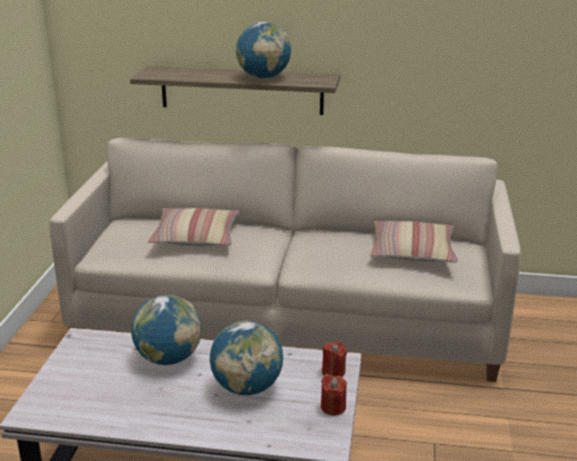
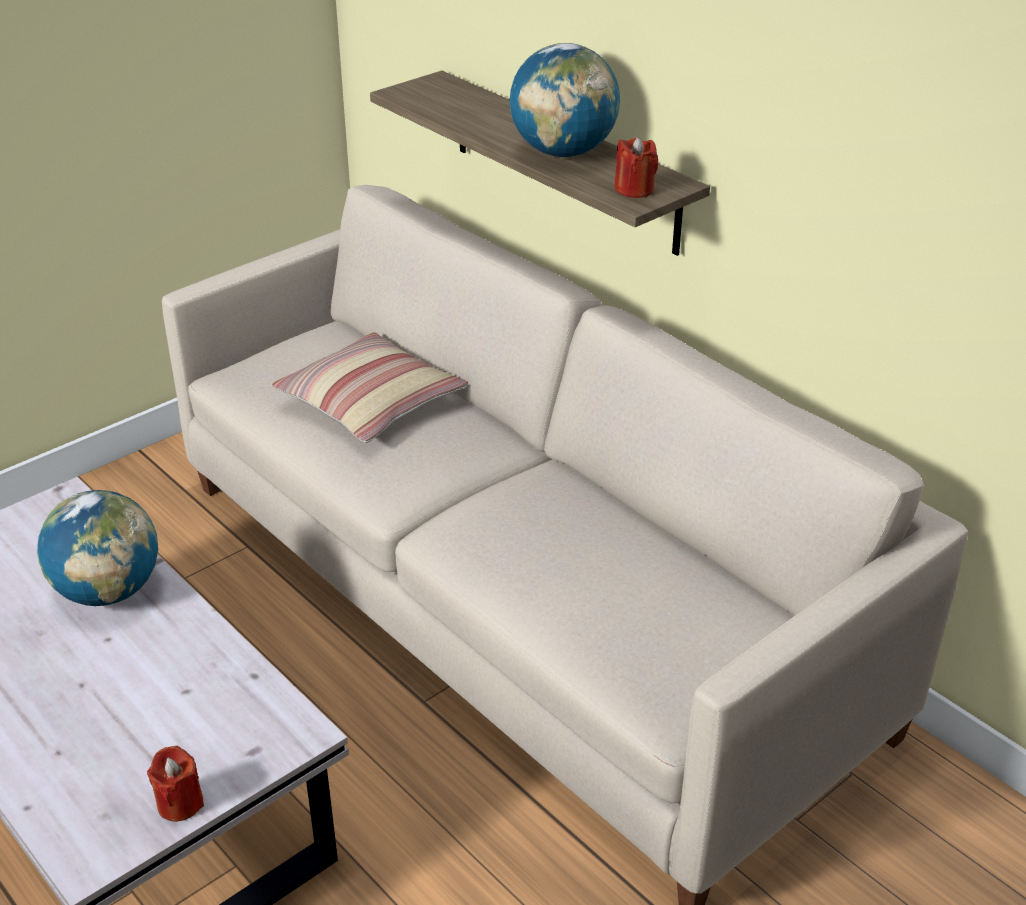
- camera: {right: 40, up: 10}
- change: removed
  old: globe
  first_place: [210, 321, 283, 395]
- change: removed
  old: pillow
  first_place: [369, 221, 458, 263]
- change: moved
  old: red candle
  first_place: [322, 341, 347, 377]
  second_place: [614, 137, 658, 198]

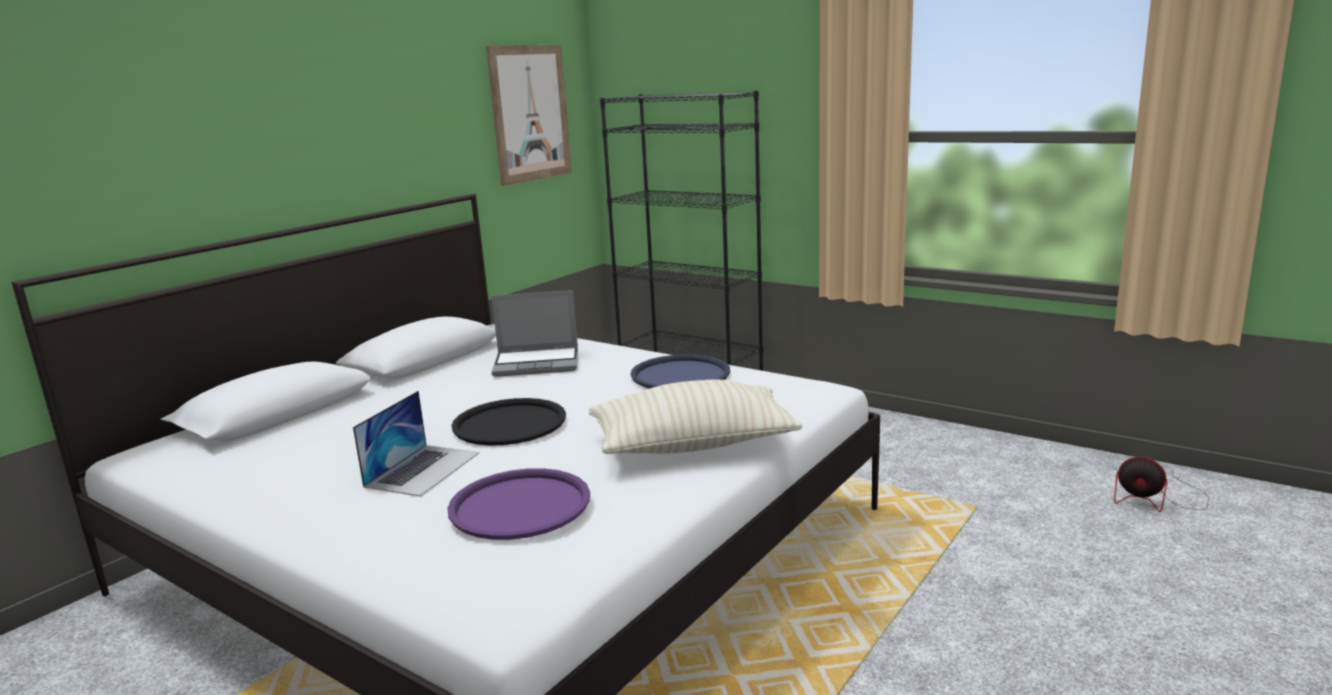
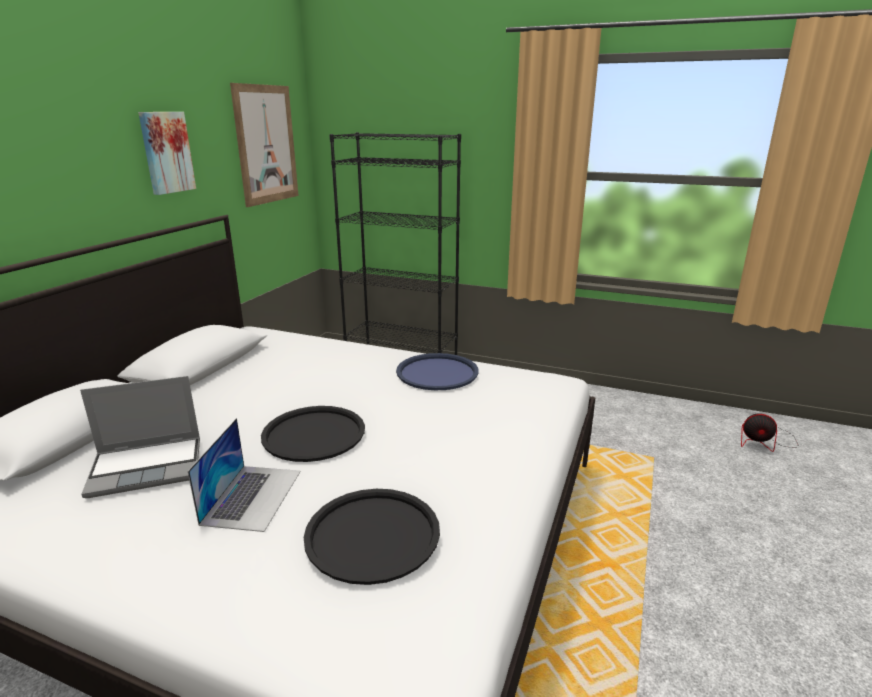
- camera: {right: -15, up: 5}
- change: removed
  old: beige pillow
  first_place: [589, 380, 802, 454]
- change: added
  new: picture
  second_place: [138, 112, 196, 195]
- change: moved
  old: laptop
  first_place: [492, 290, 578, 377]
  second_place: [80, 376, 200, 498]
- change: recoloured
  old: purple tray
  new: black tray
  first_place: [447, 468, 590, 540]
  second_place: [304, 489, 440, 585]

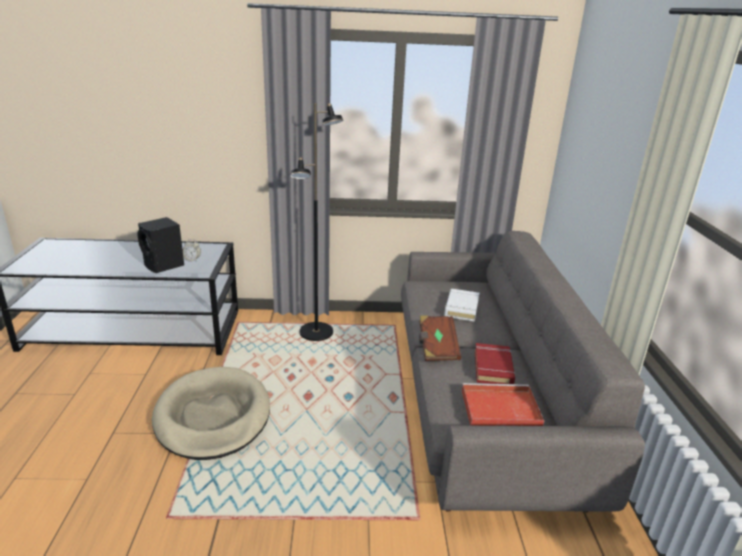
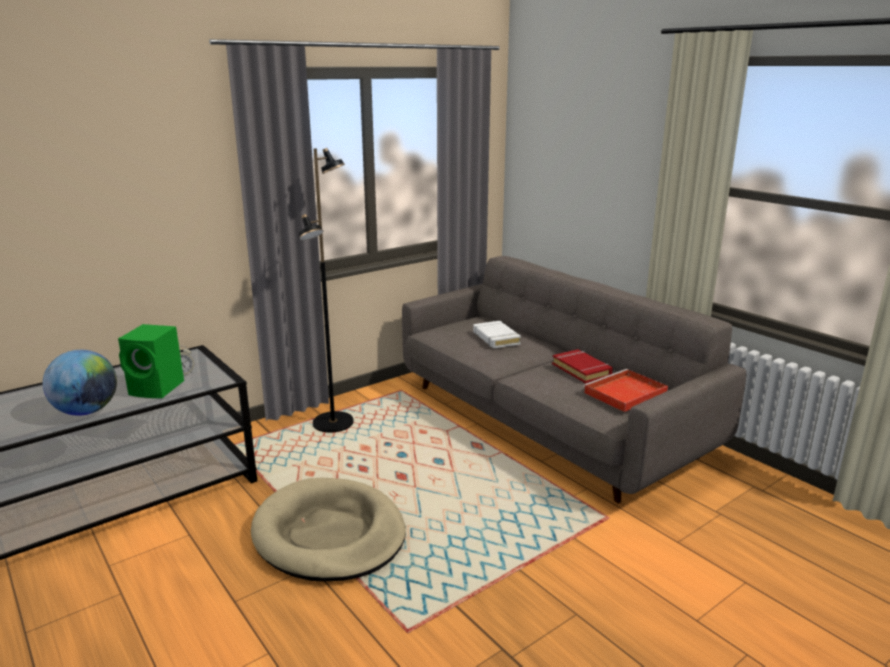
- camera: {right: -35, up: -5}
- change: removed
  old: brown book
  first_place: [419, 315, 461, 361]
- change: added
  new: globe
  second_place: [43, 350, 117, 416]
- change: recoloured
  old: black speaker
  new: green speaker
  first_place: [137, 217, 184, 273]
  second_place: [118, 324, 184, 398]

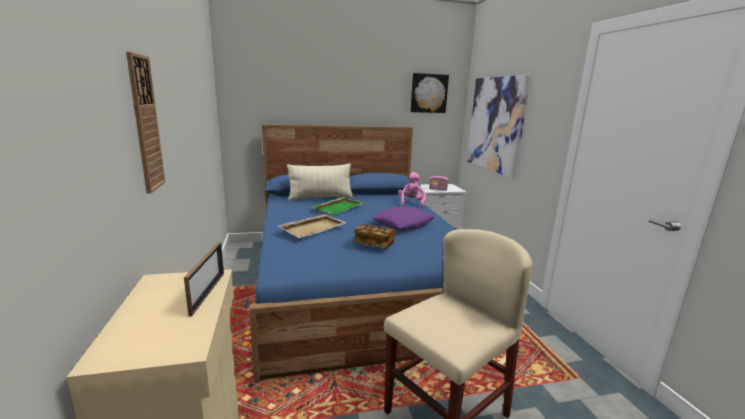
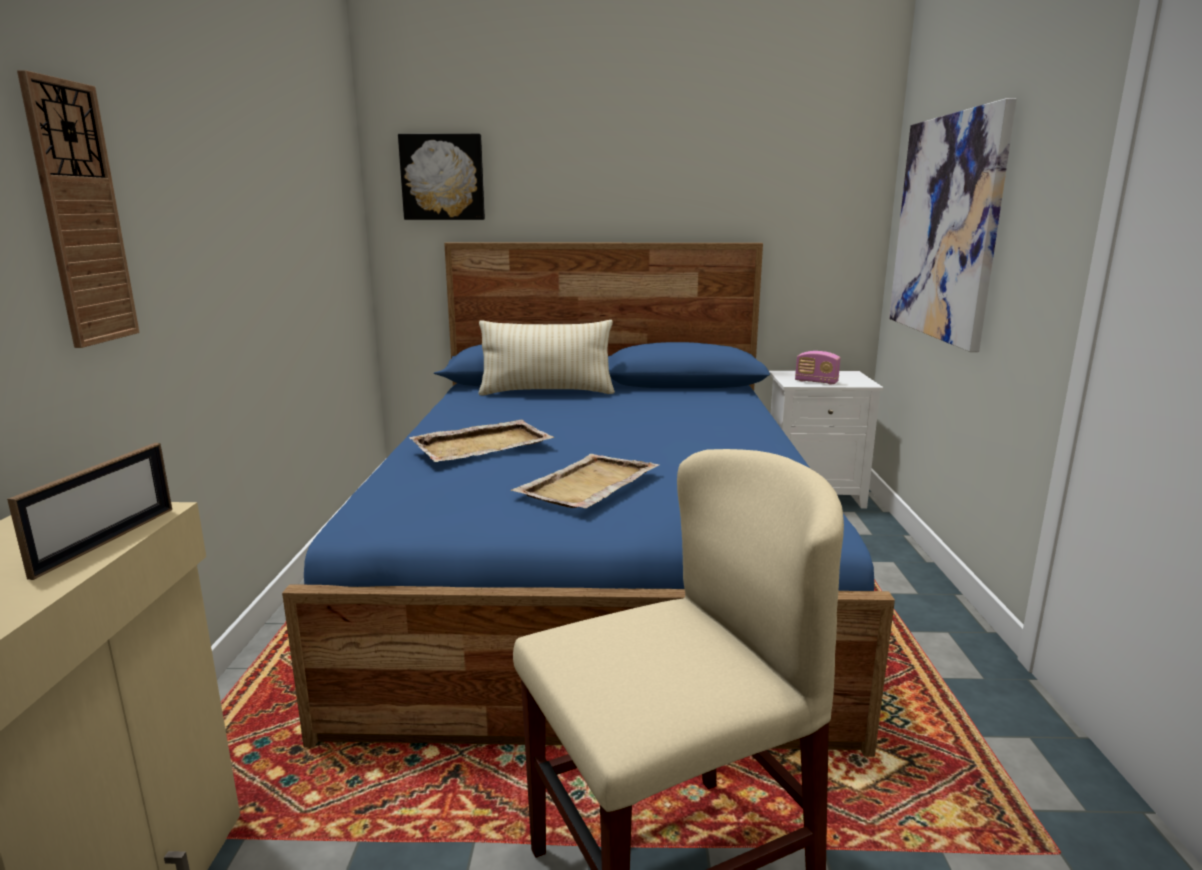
- camera: {right: 15, up: 0}
- change: removed
  old: green tray
  first_place: [312, 197, 365, 215]
- change: removed
  old: purple pillow
  first_place: [372, 206, 435, 230]
- change: removed
  old: pink plush toy
  first_place: [398, 172, 426, 208]
- change: moved
  old: picture
  first_place: [410, 73, 449, 113]
  second_place: [398, 134, 485, 220]
- change: replaced
  old: book
  new: beige tray
  first_place: [353, 224, 396, 249]
  second_place: [511, 454, 660, 508]

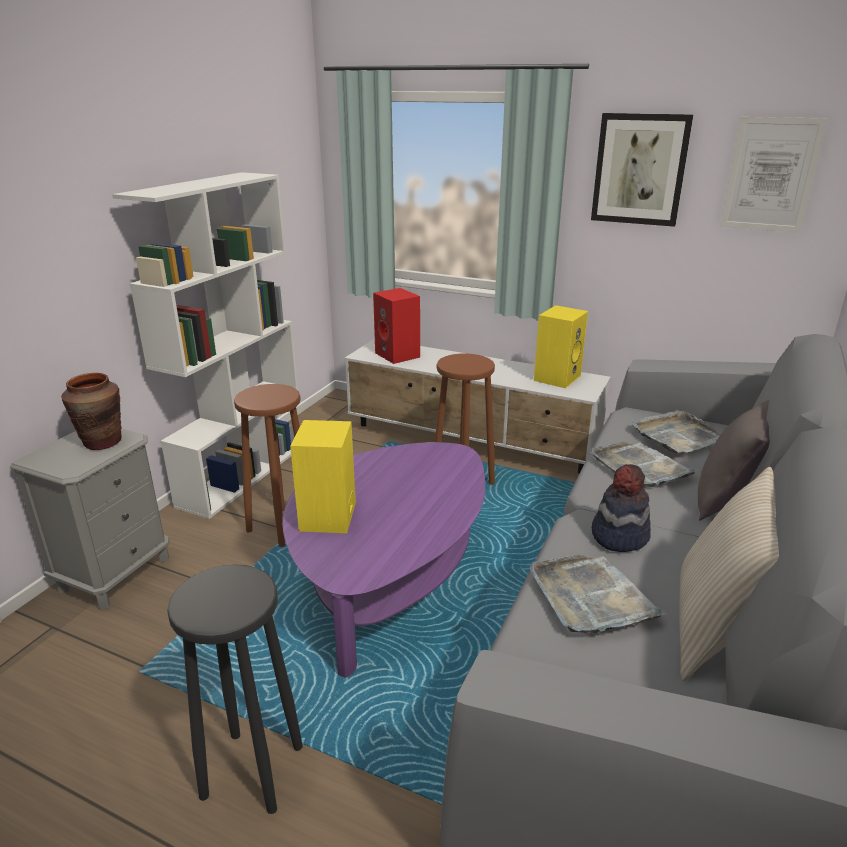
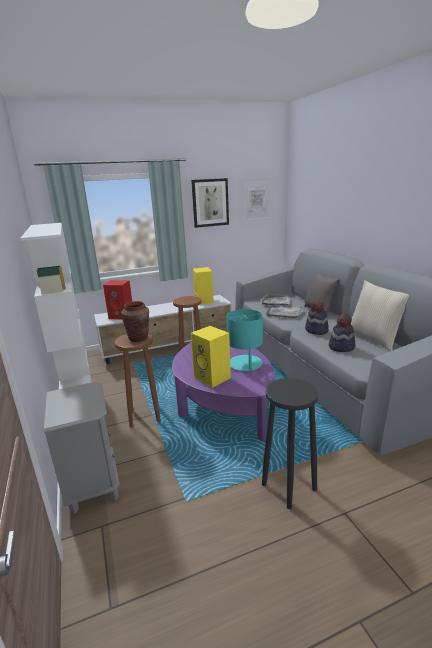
- camera: {right: -45, up: -5}
- change: added
  new: turquoise table lamp
  second_place: [226, 309, 263, 372]
- change: moved
  old: brown vase
  first_place: [61, 373, 122, 450]
  second_place: [121, 301, 149, 342]
- change: replaced
  old: grey tray
  new: hat
  first_place: [530, 555, 667, 634]
  second_place: [329, 314, 356, 352]

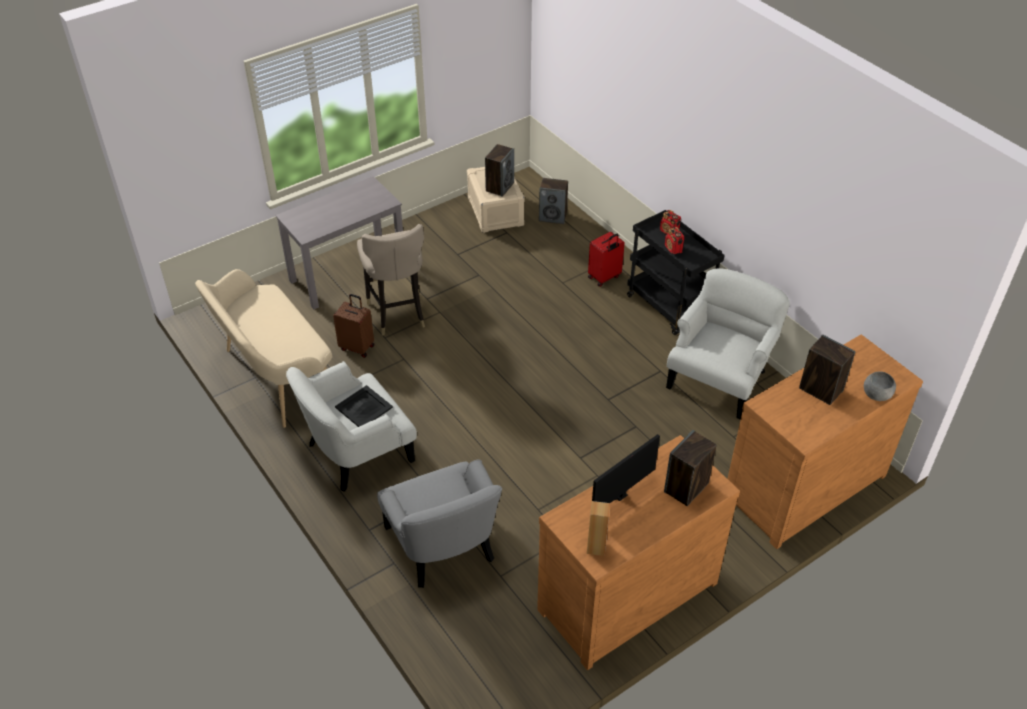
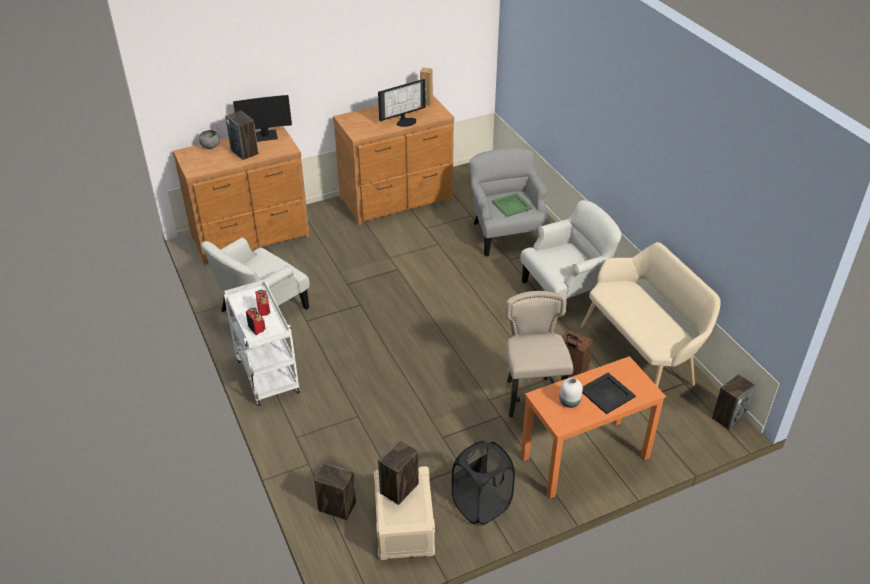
- camera: {right: -170, up: -5}
- change: removed
  old: red suitcase
  first_place: [588, 232, 625, 287]
- change: added
  new: monitor
  second_place: [233, 95, 292, 142]
- change: added
  new: black laundry basket
  second_place: [452, 441, 515, 525]
- change: added
  new: green tray
  second_place: [492, 193, 533, 217]
- change: added
  new: white vase
  second_place: [560, 378, 583, 408]
- change: moved
  old: black tray
  first_place: [335, 385, 393, 427]
  second_place: [582, 373, 636, 414]
- change: moved
  old: speaker
  first_place: [664, 430, 717, 506]
  second_place: [712, 374, 756, 430]
- change: recoloured
  old: grey desk
  new: orange desk
  first_place: [275, 176, 403, 309]
  second_place: [521, 356, 666, 498]
- change: recoloured
  old: black cart
  new: white cart
  first_place: [627, 210, 725, 335]
  second_place: [224, 280, 300, 406]

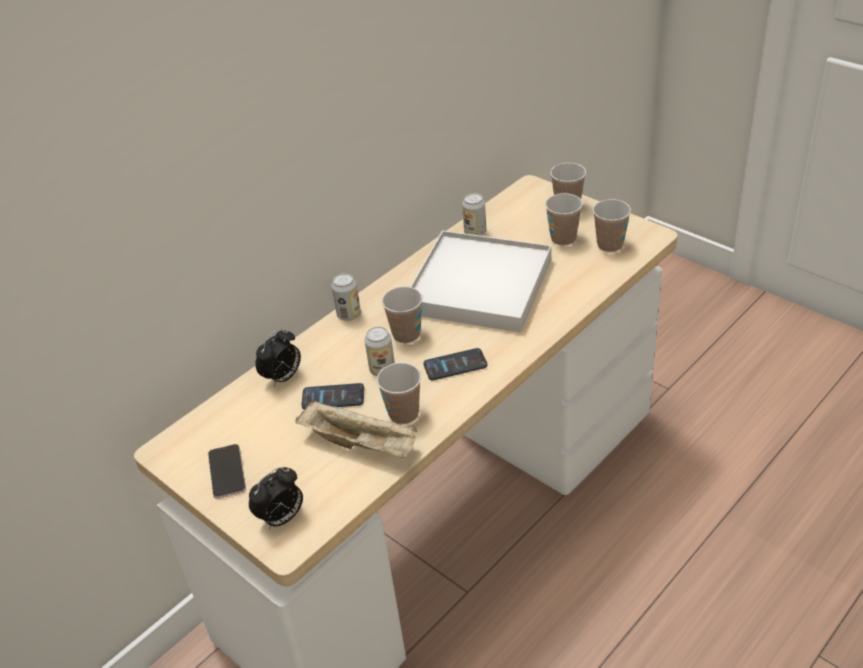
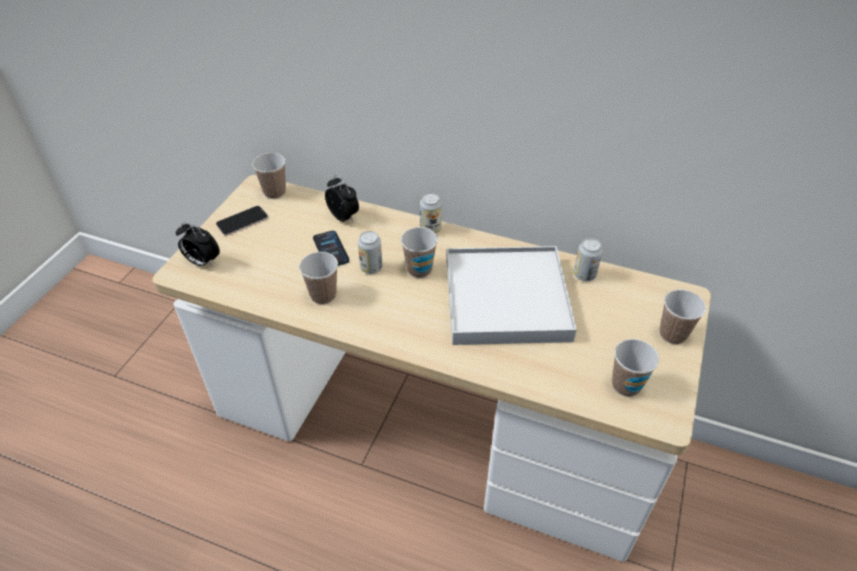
- camera: {right: 65, up: 5}
- change: removed
  old: beige tray
  first_place: [295, 400, 417, 458]
- change: removed
  old: phone
  first_place: [423, 348, 487, 380]
- change: moved
  old: cup
  first_place: [545, 193, 583, 246]
  second_place: [252, 153, 286, 199]
- change: turned
  old: alarm clock
  first_place: [255, 328, 301, 387]
  second_place: [325, 176, 359, 222]
  degrees: -150

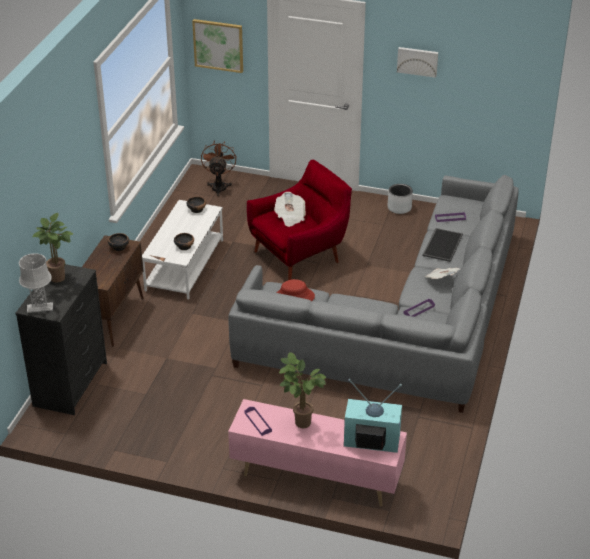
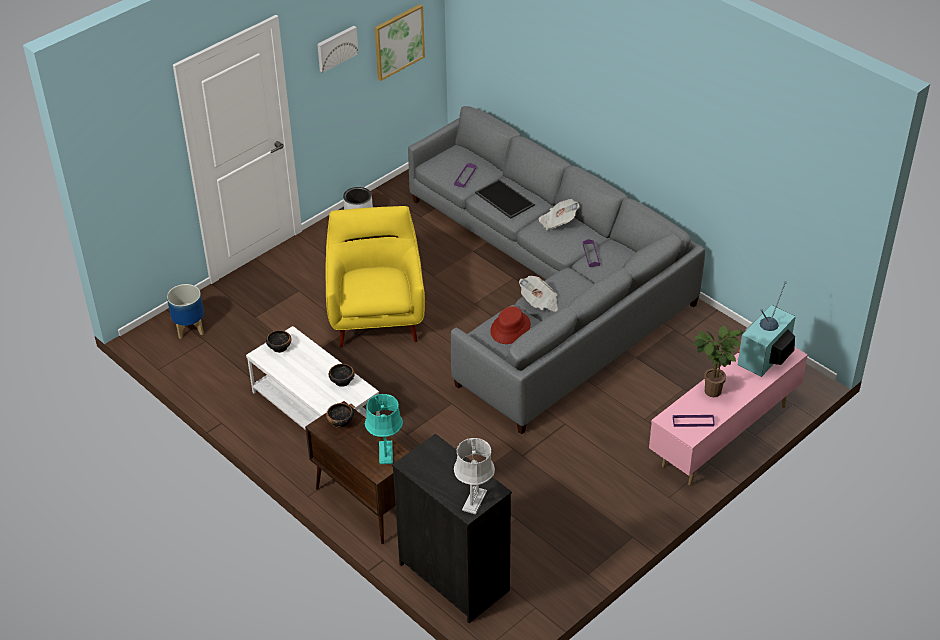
- camera: {right: -60, up: 5}
- change: removed
  old: potted plant
  first_place: [32, 213, 73, 283]
- change: added
  new: turquoise table lamp
  second_place: [365, 394, 403, 464]
- change: moved
  old: picture
  first_place: [192, 19, 243, 73]
  second_place: [375, 4, 425, 81]
- change: moved
  old: newspaper
  first_place: [274, 192, 305, 227]
  second_place: [519, 276, 558, 312]
- change: replaced
  old: brown fan
  new: planter
  first_place: [201, 141, 237, 196]
  second_place: [167, 284, 204, 339]
- change: recoloured
  old: red armchair
  new: yellow armchair
  first_place: [247, 160, 352, 280]
  second_place: [325, 206, 425, 347]

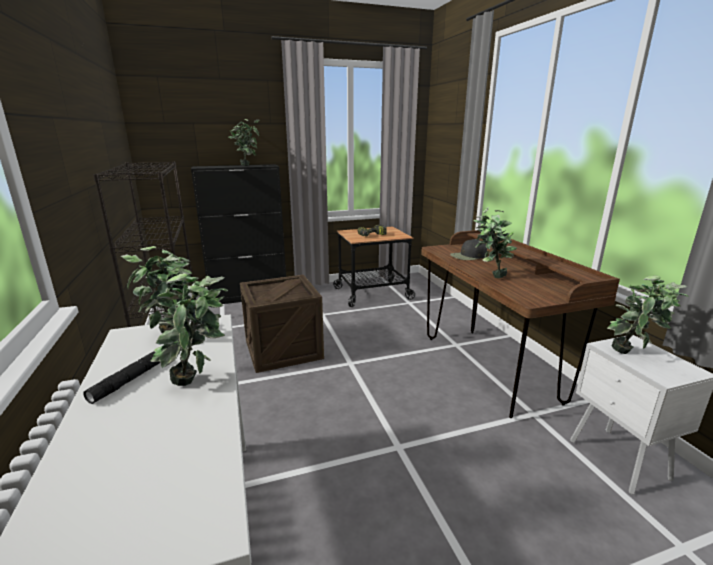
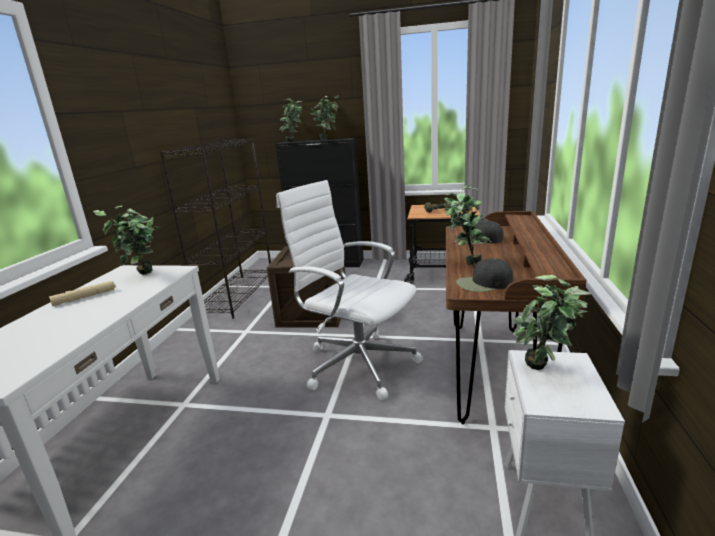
- camera: {right: 30, up: 0}
- change: added
  new: white office chair
  second_place: [276, 180, 423, 400]
- change: added
  new: black cap
  second_place: [456, 258, 513, 292]
- change: moved
  old: potted plant
  first_place: [151, 273, 228, 386]
  second_place: [279, 98, 303, 142]
- change: recoloured
  old: black flashlight
  new: beige flashlight
  first_place: [83, 351, 161, 404]
  second_place: [49, 281, 116, 306]

